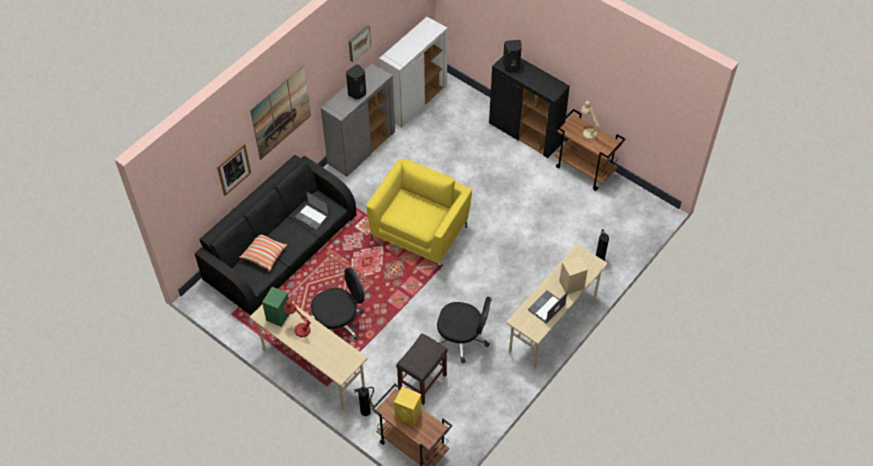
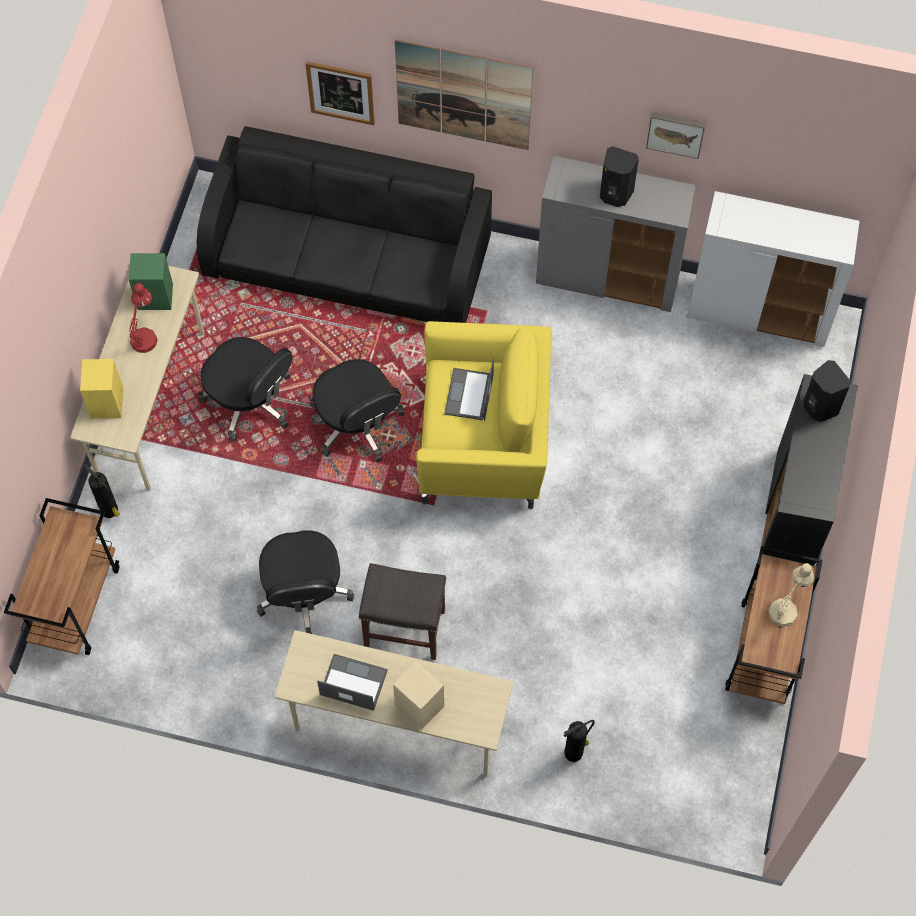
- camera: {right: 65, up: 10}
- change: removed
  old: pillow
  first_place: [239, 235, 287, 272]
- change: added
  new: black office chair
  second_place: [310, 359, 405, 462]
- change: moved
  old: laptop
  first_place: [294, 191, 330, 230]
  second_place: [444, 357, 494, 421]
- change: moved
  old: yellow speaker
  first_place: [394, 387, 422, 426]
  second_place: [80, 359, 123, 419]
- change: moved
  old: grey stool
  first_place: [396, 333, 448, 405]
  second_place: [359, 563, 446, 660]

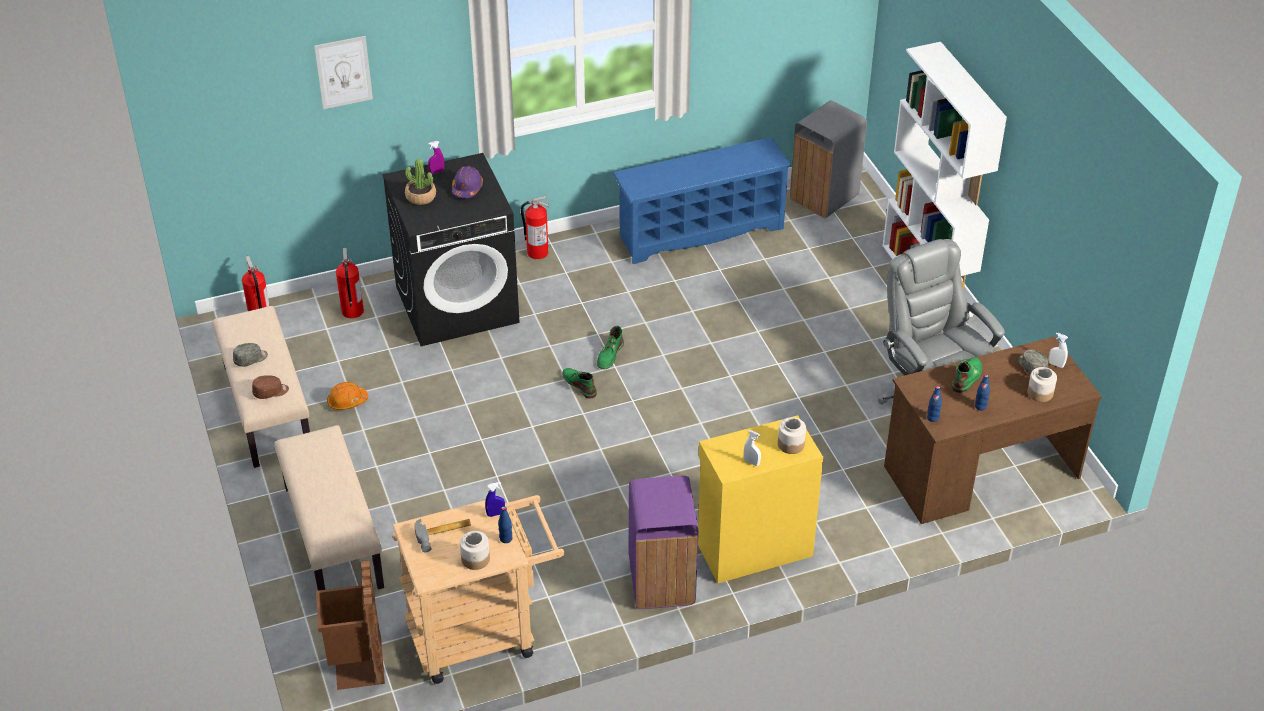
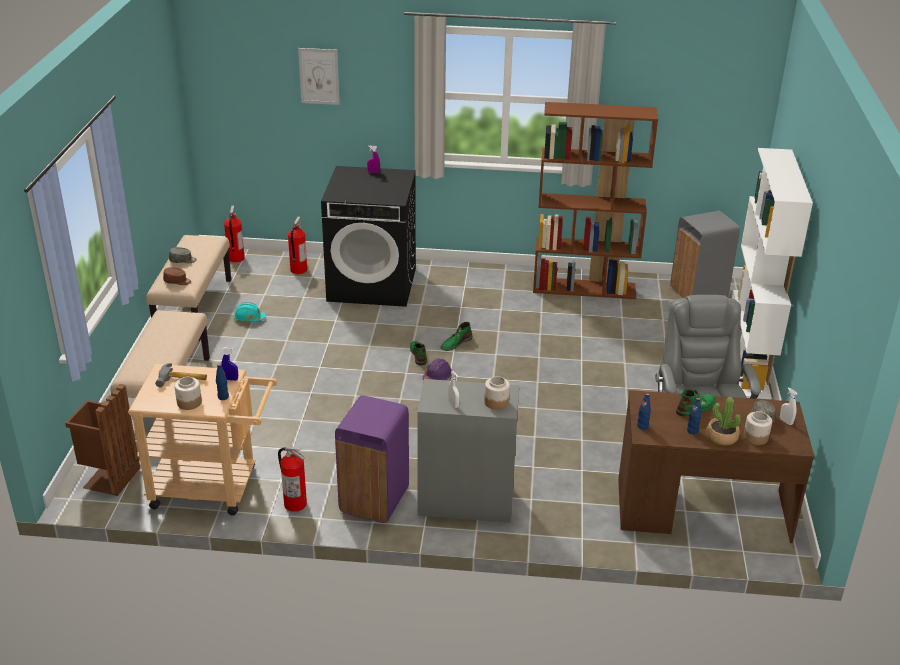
- camera: {right: 25, up: -10}
- change: moved
  old: potted plant
  first_place: [405, 158, 436, 205]
  second_place: [706, 397, 740, 445]
- change: moved
  old: purple hard hat
  first_place: [452, 166, 483, 198]
  second_place: [422, 358, 452, 380]
- change: moved
  old: fire extinguisher
  first_place: [521, 196, 549, 259]
  second_place: [278, 447, 307, 512]
- change: replaced
  old: blue shoe rack
  new: brown bookcase
  first_place: [613, 138, 792, 264]
  second_place: [533, 102, 658, 299]
- change: recoloured
  old: orange hard hat
  new: turquoise hard hat
  first_place: [327, 382, 368, 410]
  second_place: [234, 302, 266, 322]
- change: recoloured
  old: yellow cabinet
  new: grey cabinet
  first_place: [698, 415, 823, 583]
  second_place: [417, 379, 519, 523]

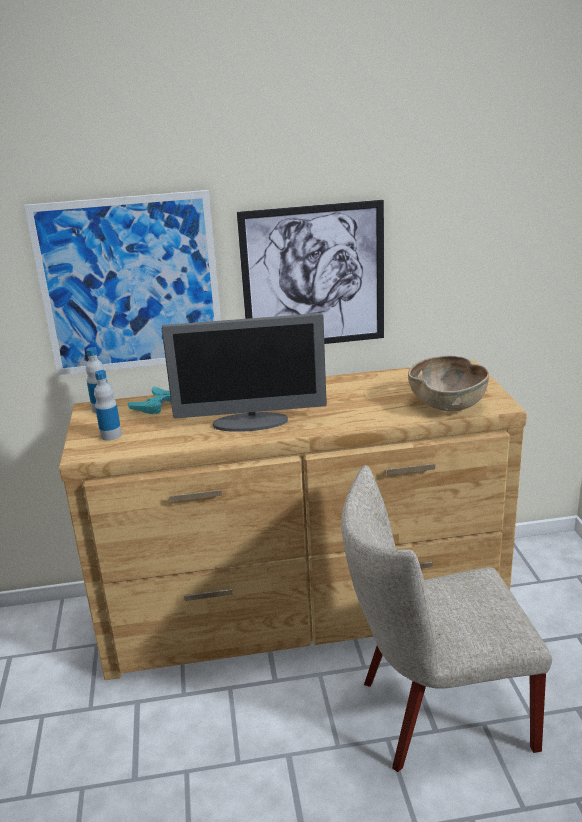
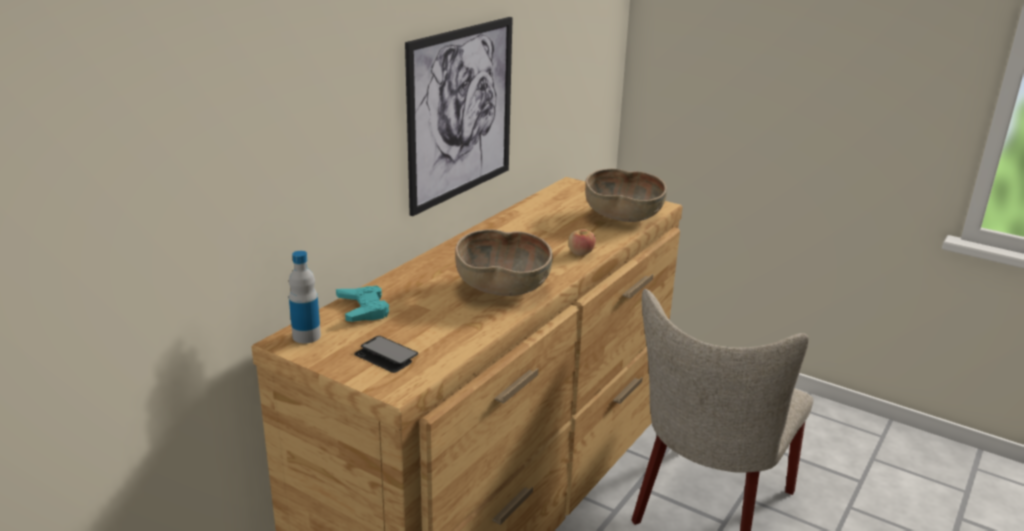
- camera: {right: -50, up: 0}
- change: removed
  old: picture
  first_place: [24, 190, 221, 375]
- change: added
  new: apple
  second_place: [568, 229, 596, 256]
- change: replaced
  old: bottle
  new: phone
  first_place: [94, 370, 122, 440]
  second_place: [354, 336, 418, 373]
- change: replaced
  old: monitor
  new: brown bowl
  first_place: [162, 313, 327, 432]
  second_place: [455, 229, 553, 296]

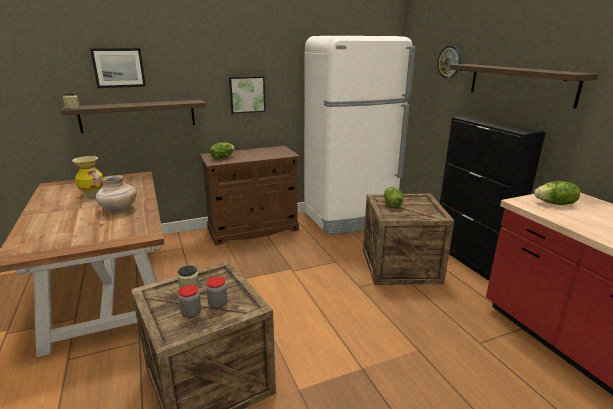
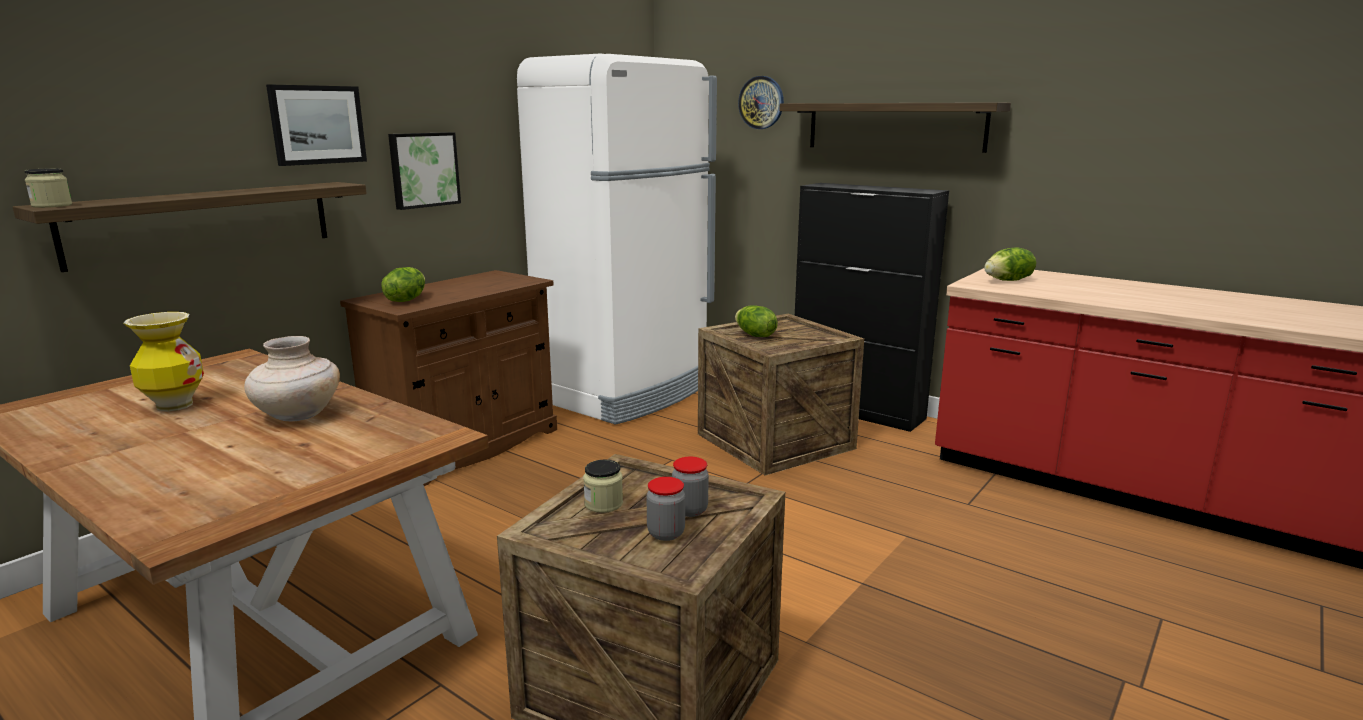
- camera: {right: -30, up: -5}
- change: moved
  old: picture
  first_place: [90, 48, 146, 88]
  second_place: [266, 84, 367, 166]

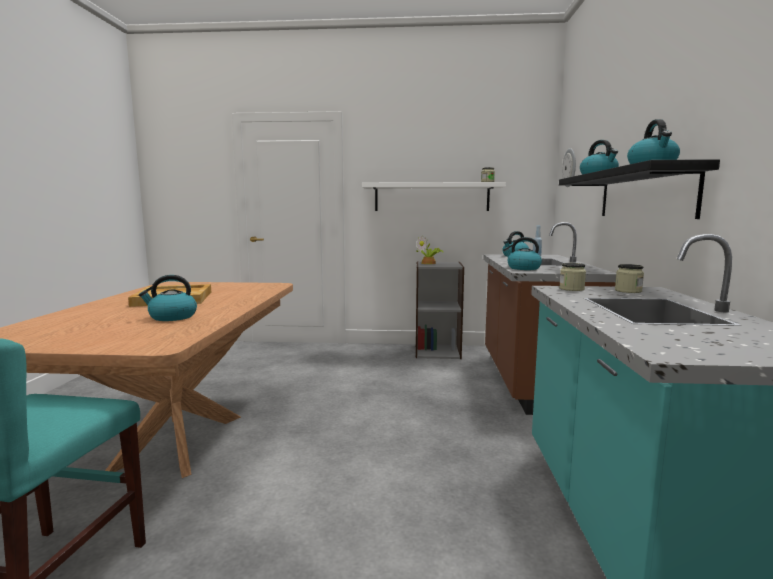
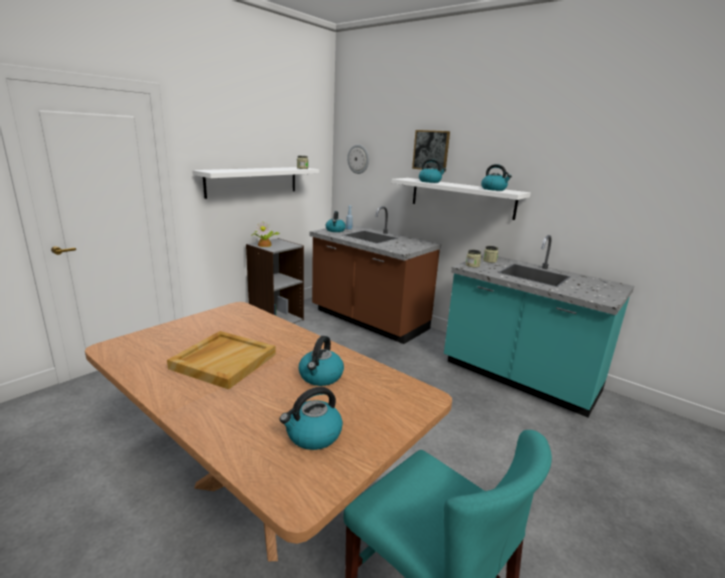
- camera: {right: -55, up: 10}
- change: added
  new: picture
  second_place: [412, 130, 450, 172]
- change: moved
  old: kettle
  first_place: [503, 237, 542, 270]
  second_place: [280, 387, 343, 450]
- change: recoloured
  old: black shelf
  new: white shelf
  first_place: [559, 159, 720, 219]
  second_place: [391, 178, 531, 220]

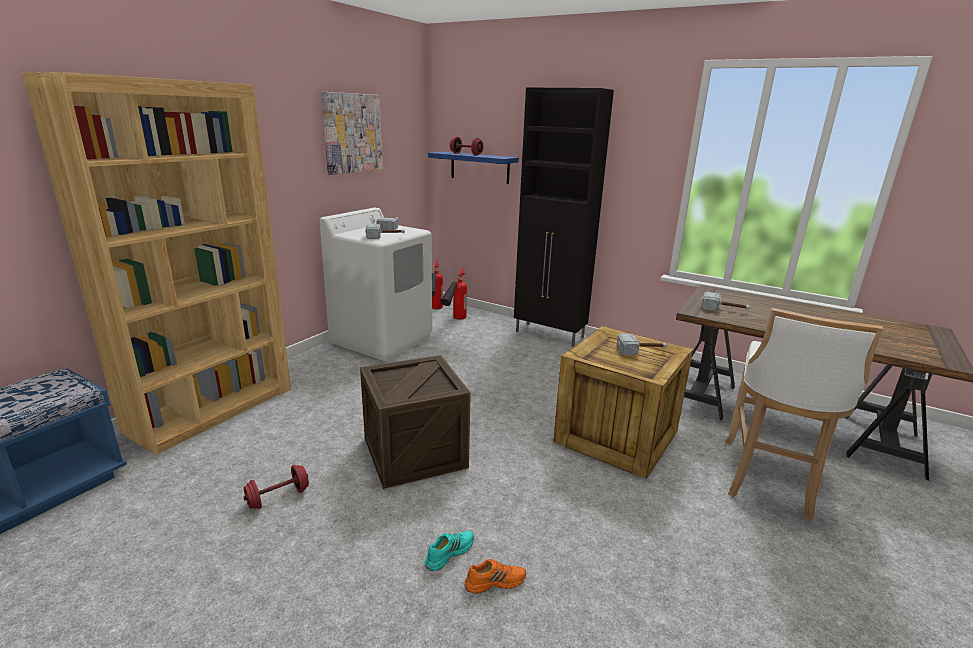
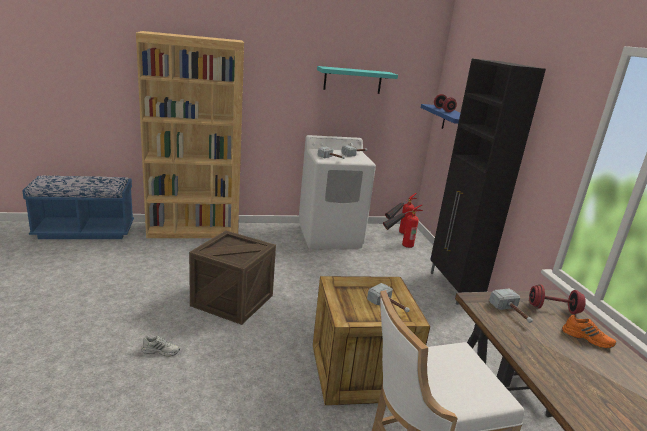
- camera: {right: 45, up: 0}
- change: moved
  old: red dumbbell
  first_place: [244, 465, 309, 509]
  second_place: [529, 284, 586, 314]
- change: moved
  old: orange shoe
  first_place: [464, 559, 526, 594]
  second_place: [562, 315, 616, 349]
- change: replaced
  old: picture
  new: turquoise shelf
  first_place: [321, 92, 383, 175]
  second_place: [317, 66, 398, 94]
- change: recoloured
  old: turquoise shoe
  new: white shoe
  first_place: [424, 530, 474, 571]
  second_place: [141, 336, 180, 356]

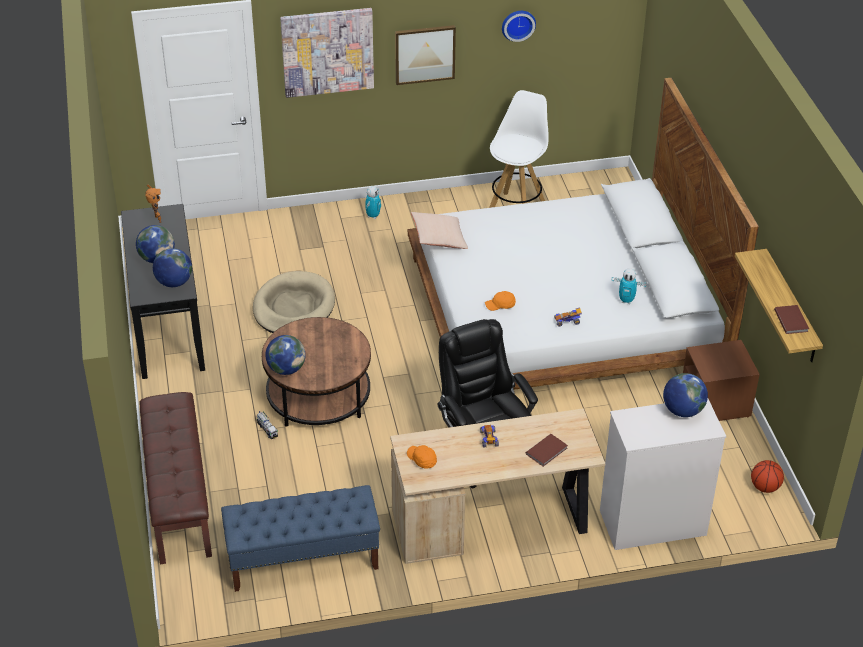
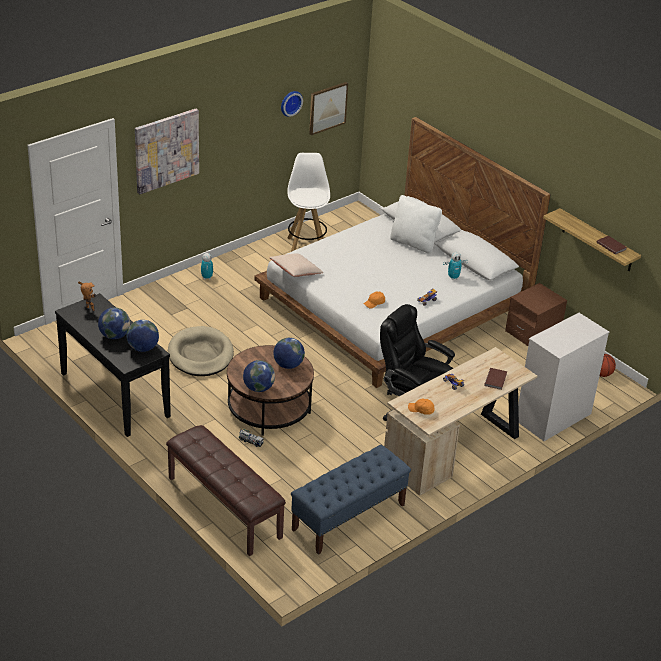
- camera: {right: -30, up: -5}
- change: added
  new: white pillow
  second_place: [390, 195, 442, 253]
- change: moved
  old: picture
  first_place: [395, 25, 456, 85]
  second_place: [309, 82, 348, 135]
- change: moved
  old: globe
  first_place: [663, 373, 708, 417]
  second_place: [273, 338, 305, 369]

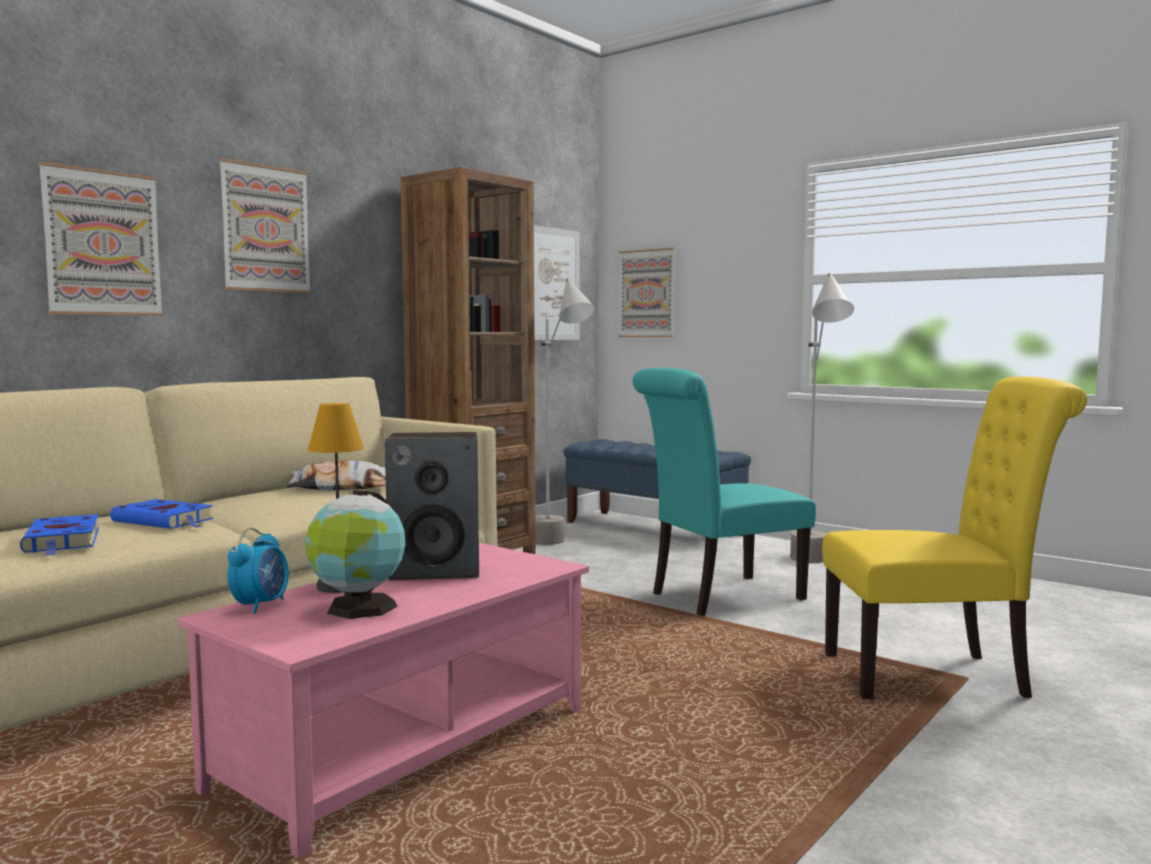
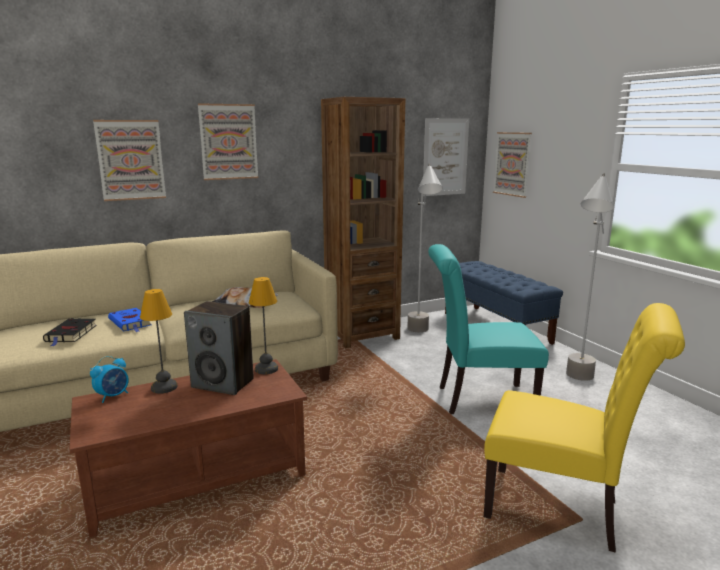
- camera: {right: 25, up: 10}
- change: removed
  old: globe
  first_place: [305, 490, 406, 619]
- change: added
  new: table lamp
  second_place: [249, 277, 278, 374]
- change: recoloured
  old: blue book
  new: black book
  first_place: [20, 514, 99, 556]
  second_place: [43, 318, 97, 346]
- change: recoloured
  old: pink coffee table
  new: brown coffee table
  first_place: [177, 543, 589, 859]
  second_place: [70, 359, 307, 538]

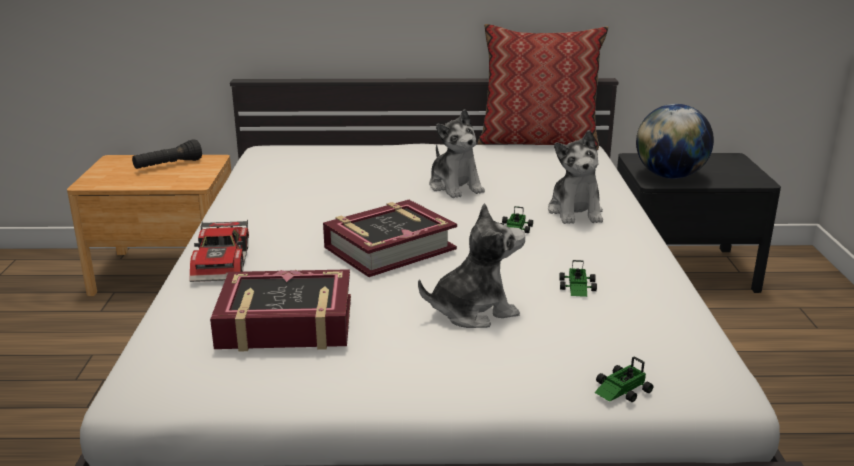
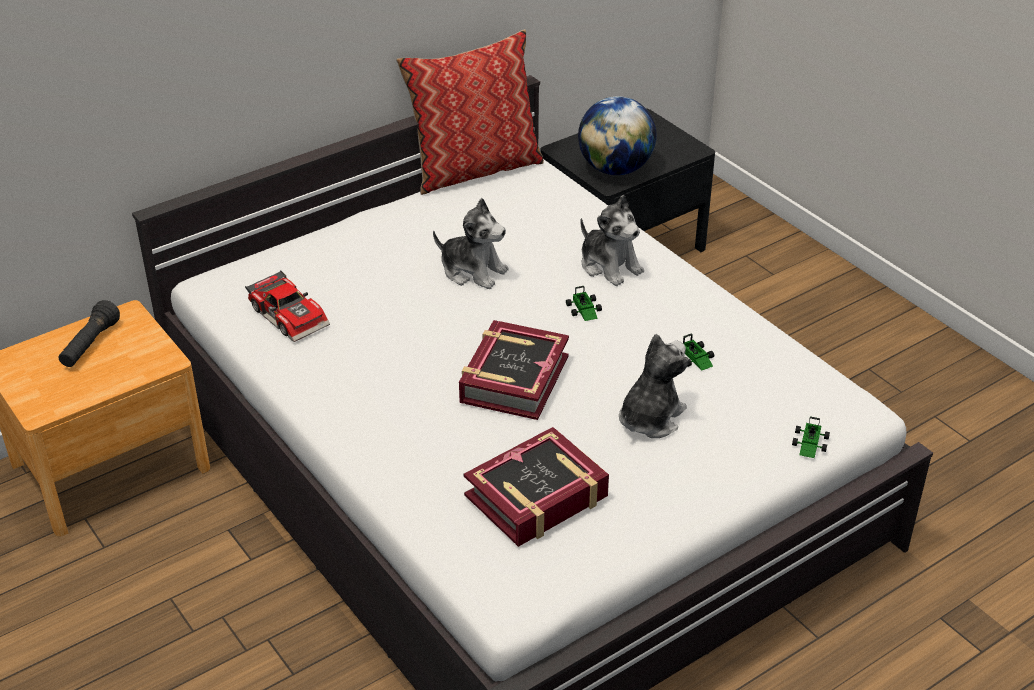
- camera: {right: -35, up: 15}
- change: moved
  old: toy car
  first_place: [189, 220, 249, 282]
  second_place: [245, 270, 330, 342]

